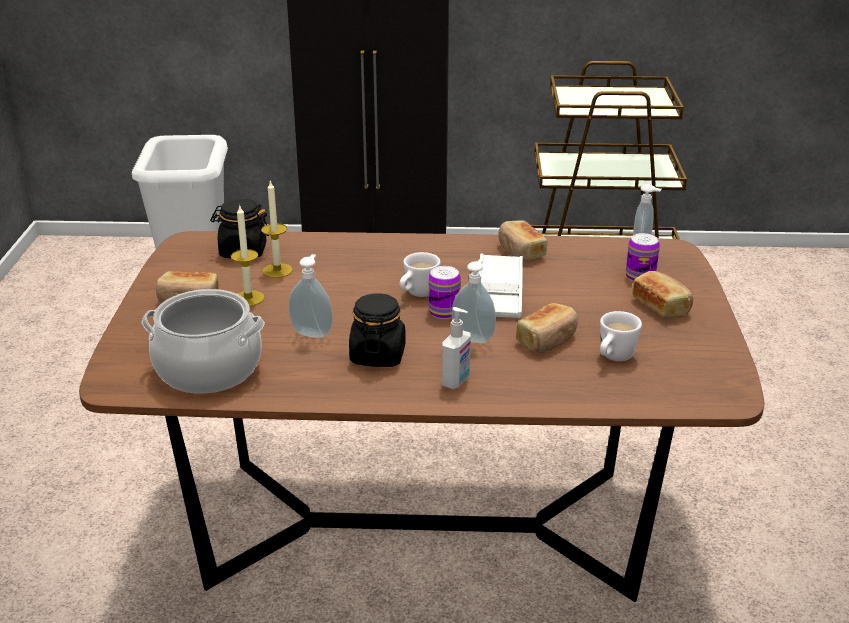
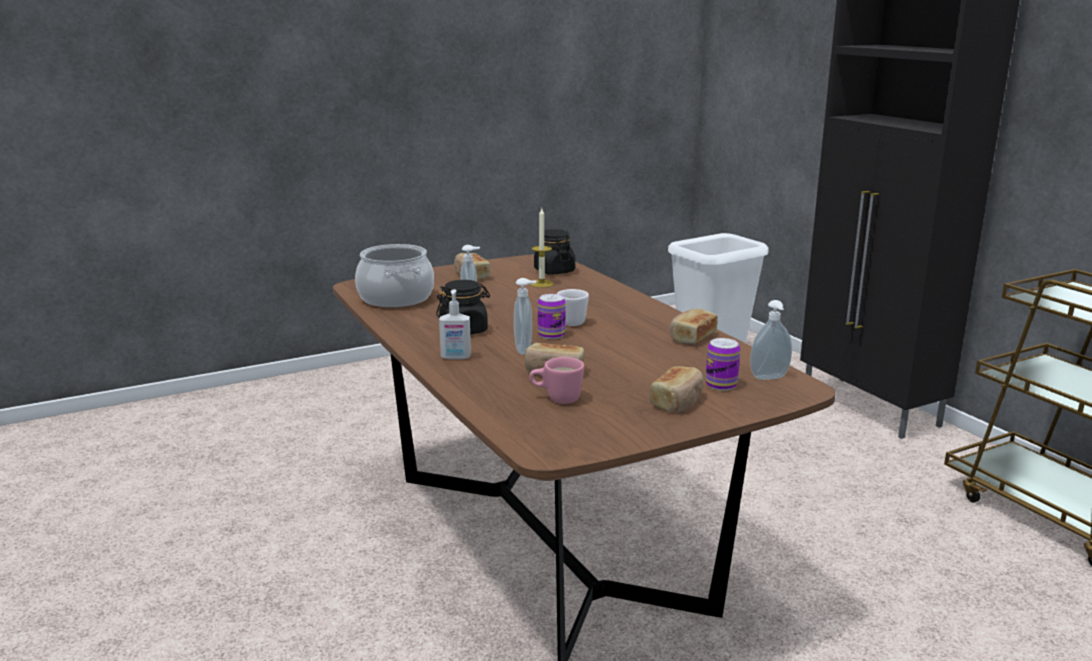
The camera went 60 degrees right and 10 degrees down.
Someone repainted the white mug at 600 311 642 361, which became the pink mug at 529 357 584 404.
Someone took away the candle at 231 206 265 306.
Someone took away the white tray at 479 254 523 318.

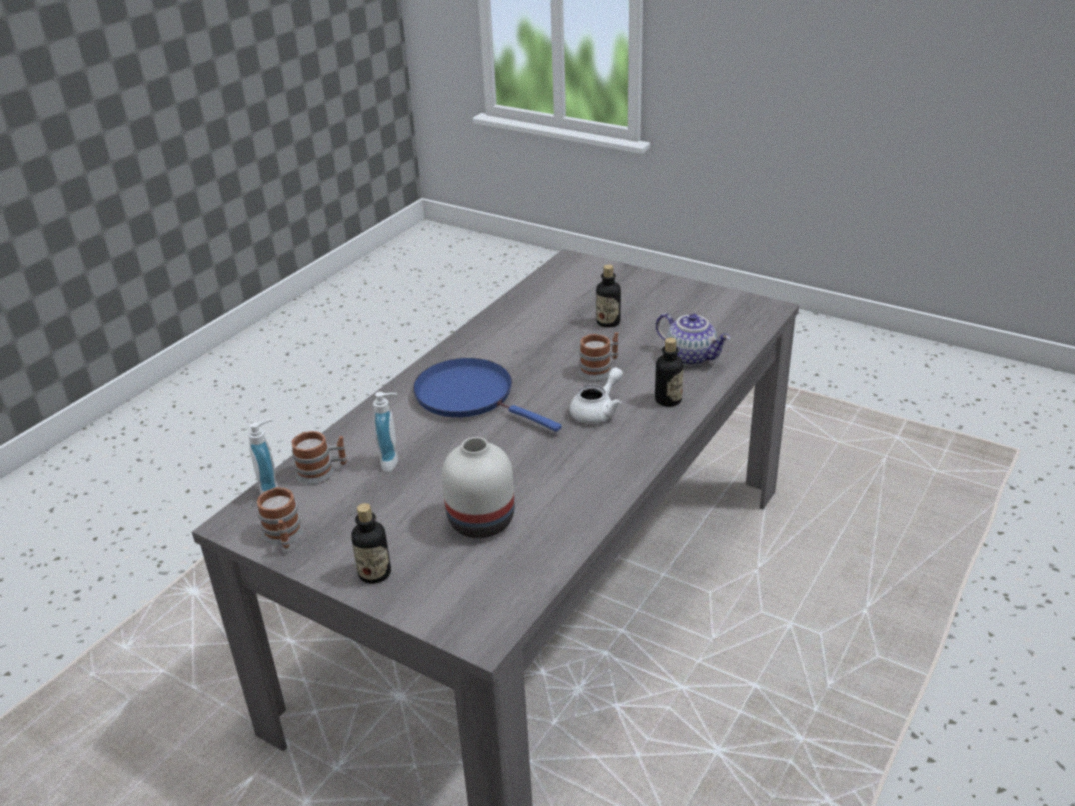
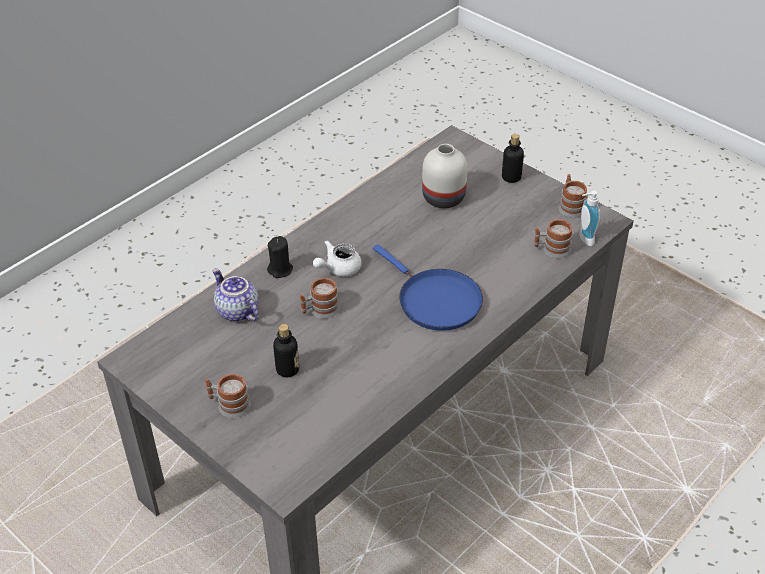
The camera went 170 degrees left and 10 degrees up.
Someone put down the mug at 205 374 251 418.
Someone swapped the bottle at 655 337 684 407 for the black candle at 267 236 293 278.
Someone took away the soap dispenser at 373 392 398 472.

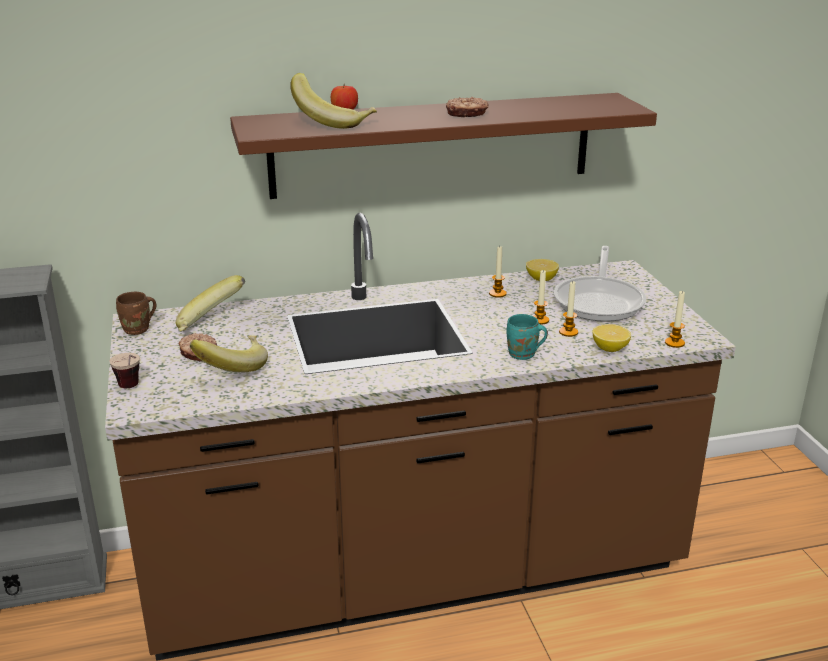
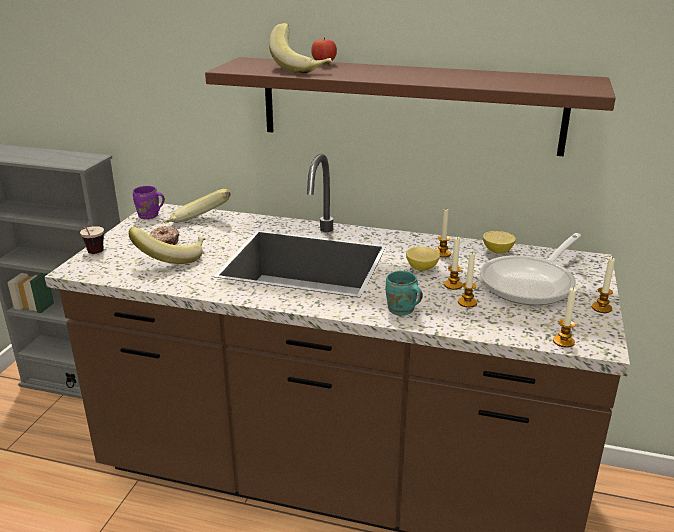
The camera went 30 degrees right and 0 degrees up.
Someone repainted the brown mug at 116 292 156 335, which became the purple mug at 133 186 165 219.
Someone carried the lemon from 593 324 631 352 to 406 247 440 271.
Someone put down the candle at 592 257 615 313.
Someone took away the donut at 446 97 489 117.

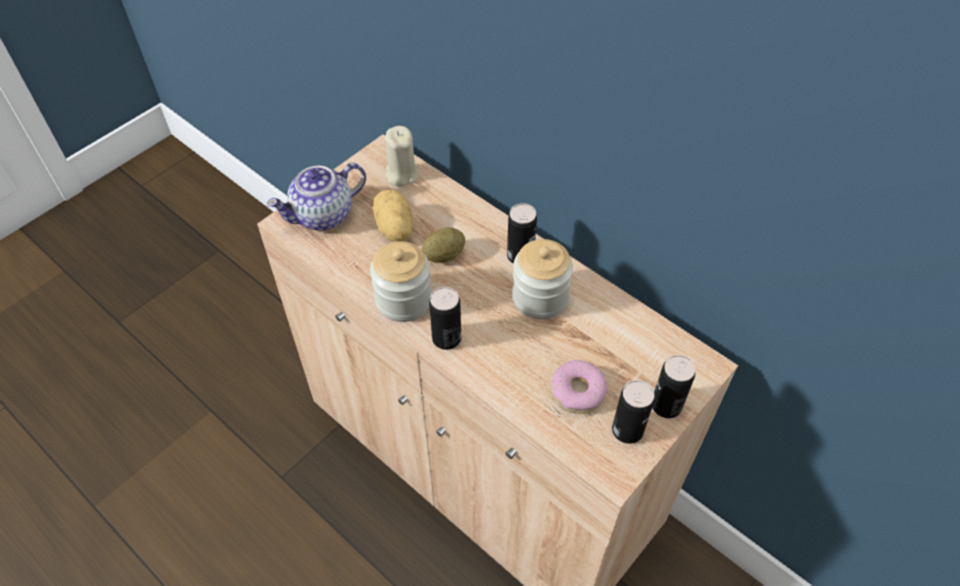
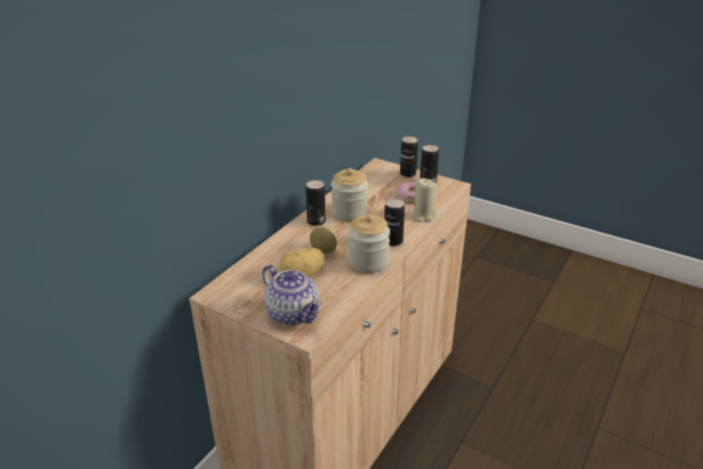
The camera went 100 degrees left and 20 degrees down.
Someone carried the beige candle from 385 126 418 187 to 411 178 437 222.

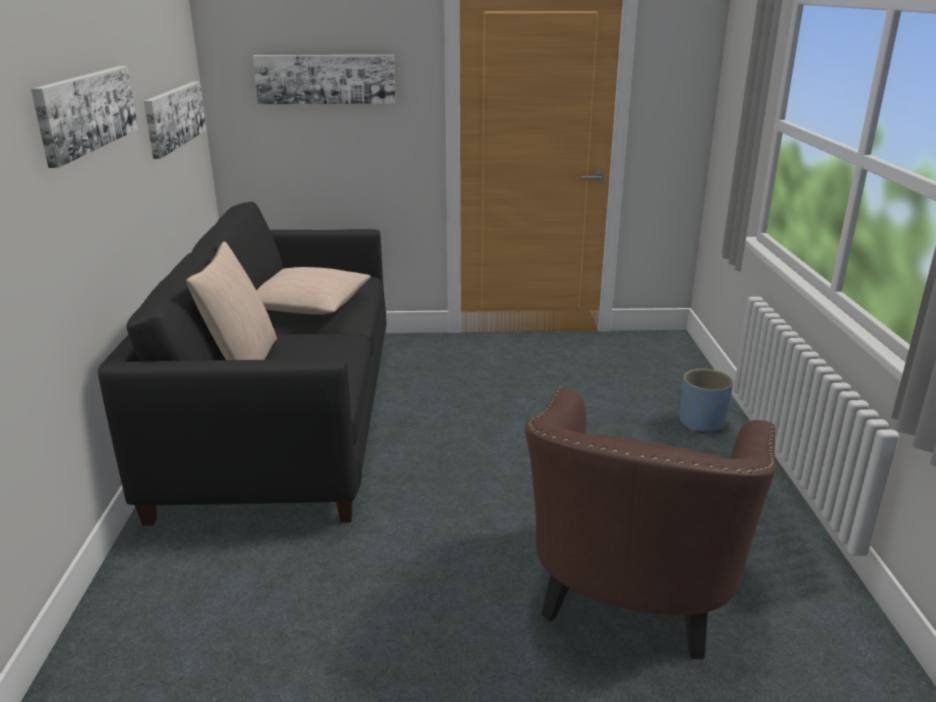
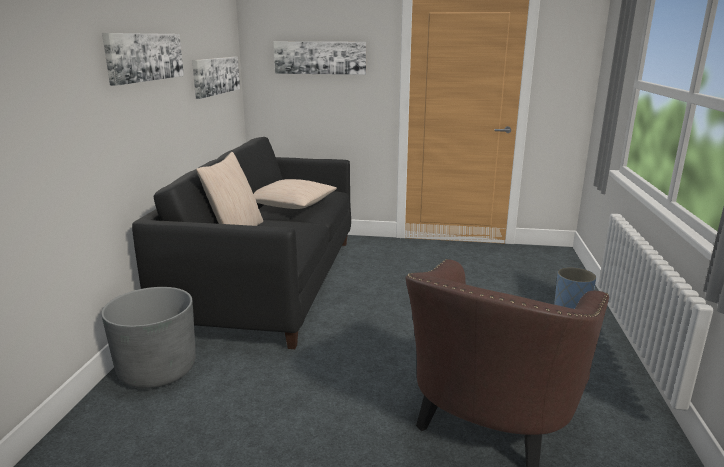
The camera went 10 degrees right and 5 degrees down.
Someone put down the grey planter at 101 287 196 389.

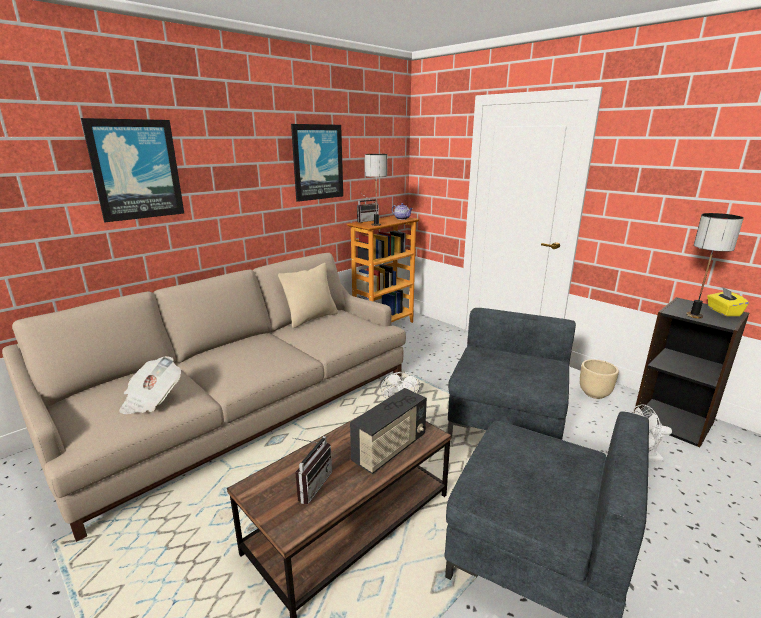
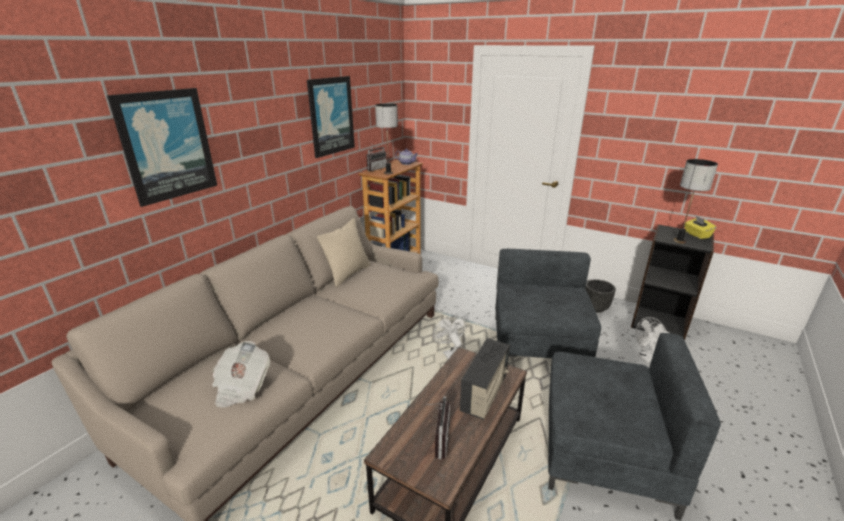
The camera went 15 degrees left and 5 degrees up.
Someone repainted the beige planter at 580 359 619 399, which became the black planter at 585 279 616 312.

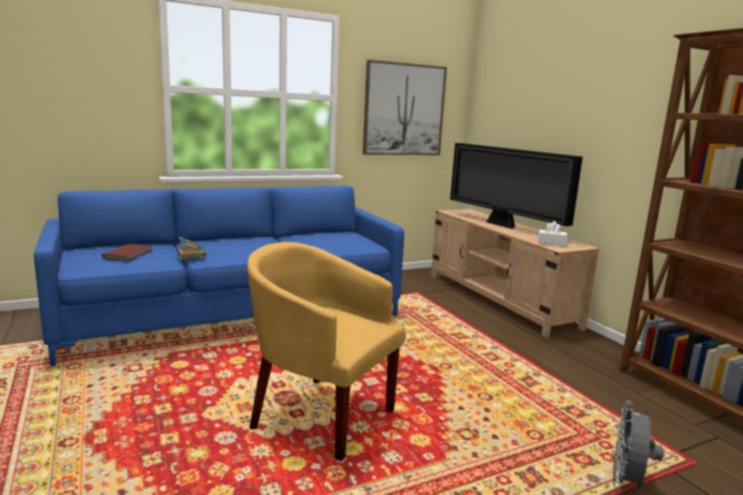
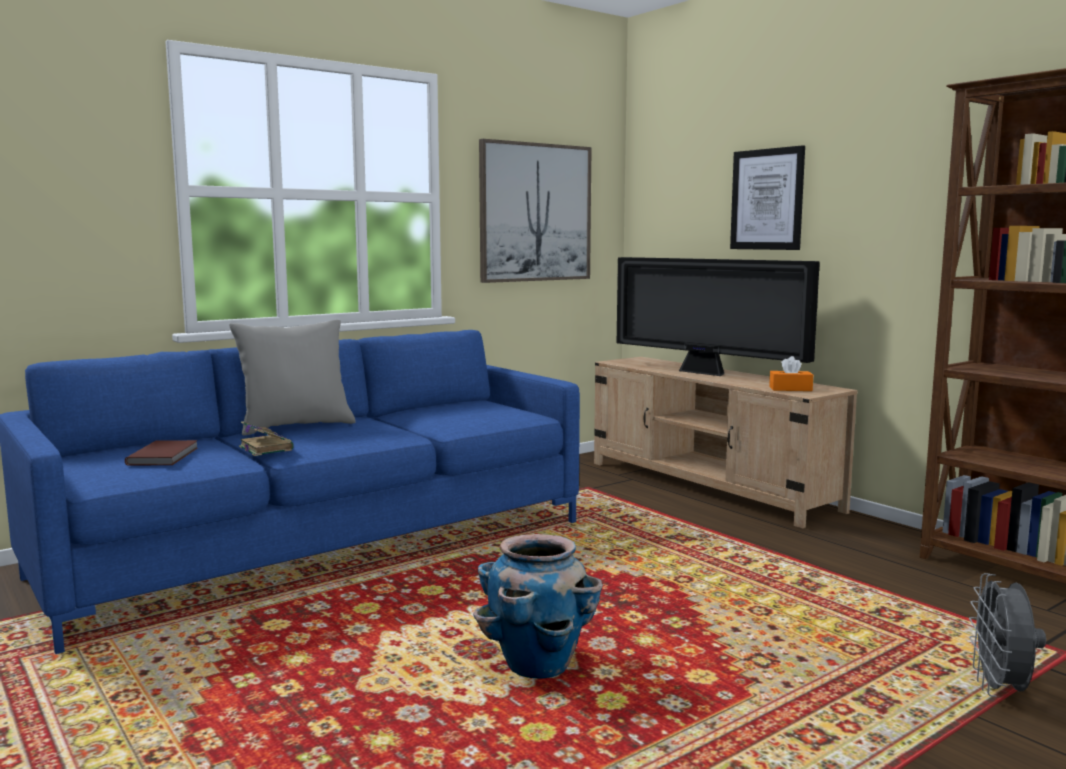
The camera went 10 degrees left and 5 degrees down.
Someone put down the grey pillow at 229 319 356 436.
Someone swapped the yellow armchair at 247 242 406 461 for the planter at 473 534 603 678.
Someone put up the picture at 730 145 805 250.
Someone repainted the white tissue box at 538 221 567 246, which became the orange tissue box at 769 356 813 391.

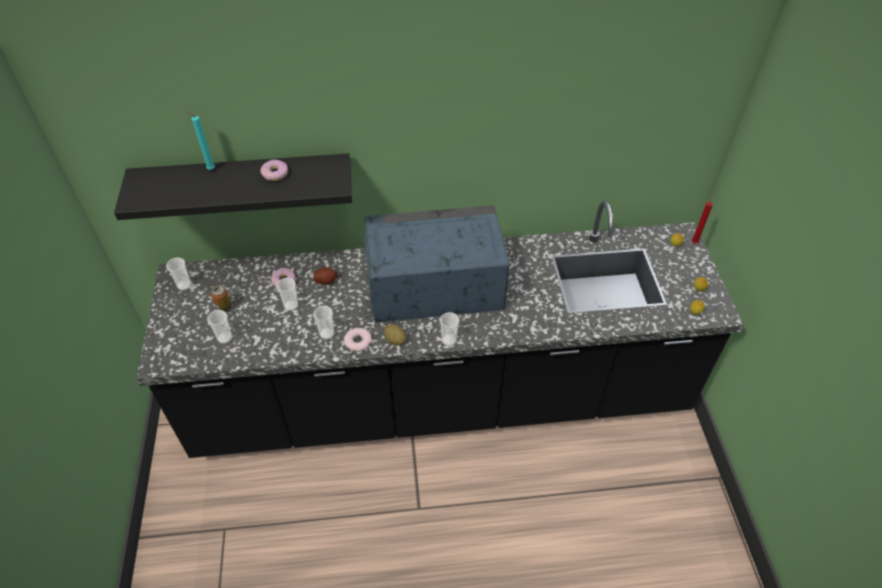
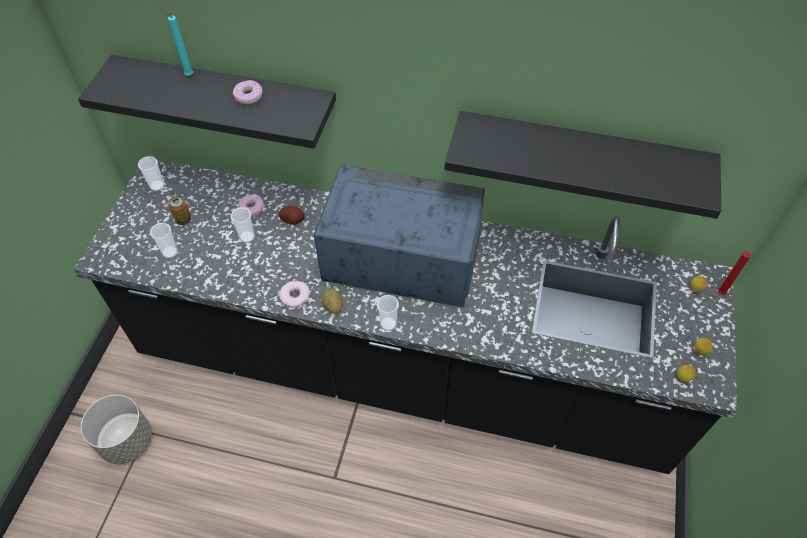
The camera went 20 degrees right and 5 degrees up.
Someone put down the grey planter at 81 395 152 464.
Someone put up the black shelf at 445 111 721 219.
Someone took away the cup at 313 306 334 340.

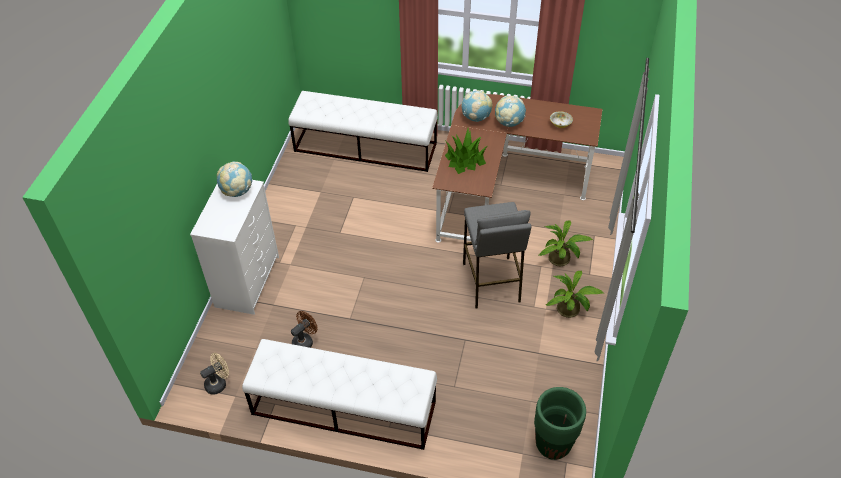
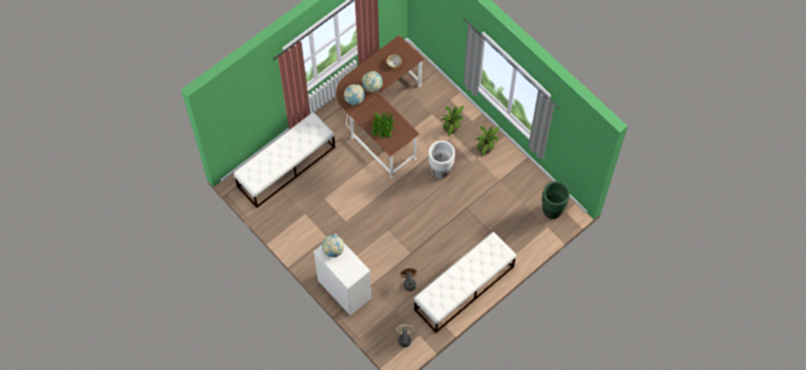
The camera went 55 degrees left and 15 degrees up.
Someone swapped the grey stool at 463 202 531 309 for the white planter at 428 140 455 179.

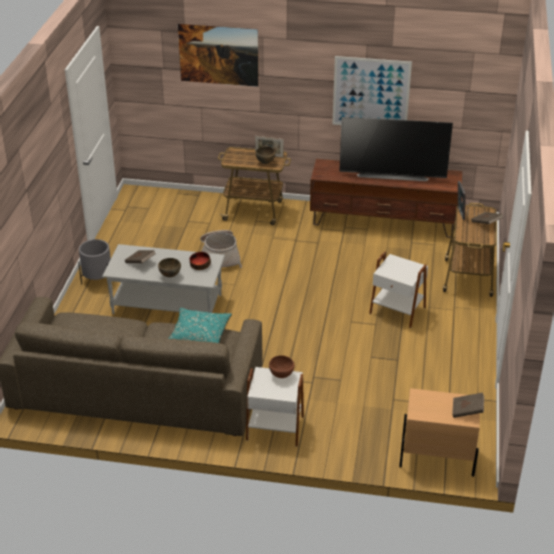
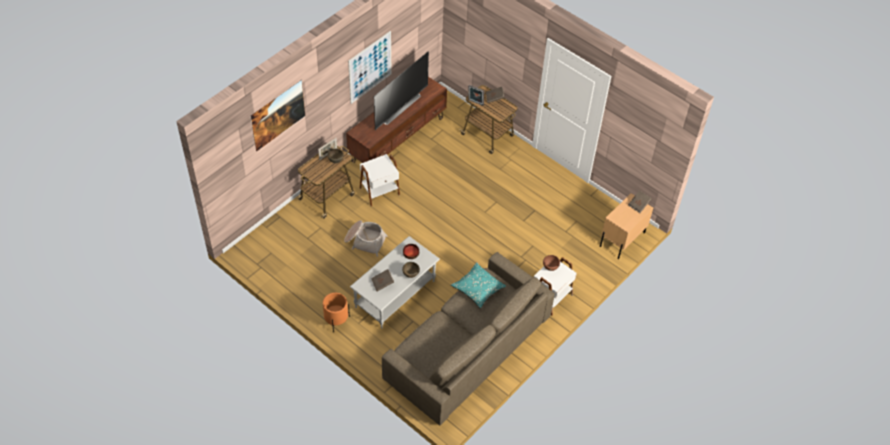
The camera went 60 degrees left and 15 degrees up.
Someone repainted the grey planter at 78 239 111 285, which became the orange planter at 323 293 350 332.
Someone carried the white side table from 369 252 428 328 to 360 154 400 206.

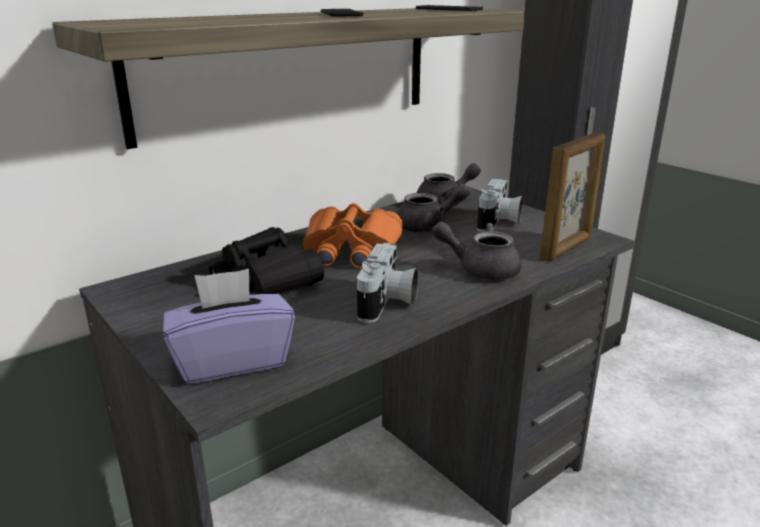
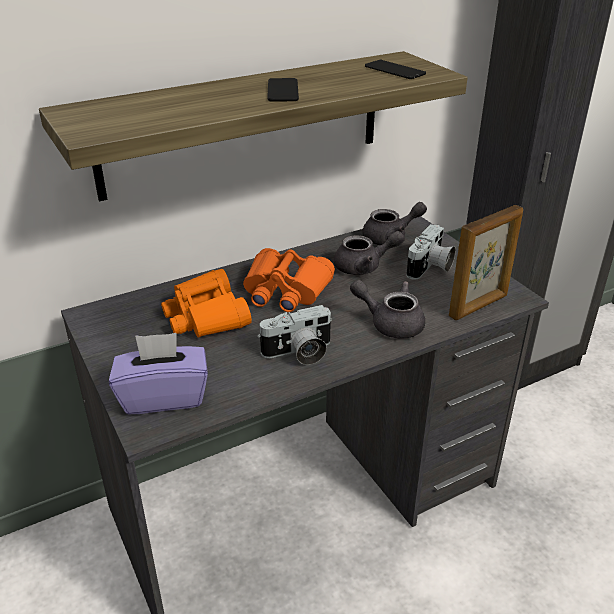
The camera went 10 degrees right and 10 degrees up.
Someone repainted the black binoculars at 209 227 324 294, which became the orange binoculars at 161 269 252 338.
Someone rotated the photo camera at 357 243 418 323 by 45 degrees clockwise.

